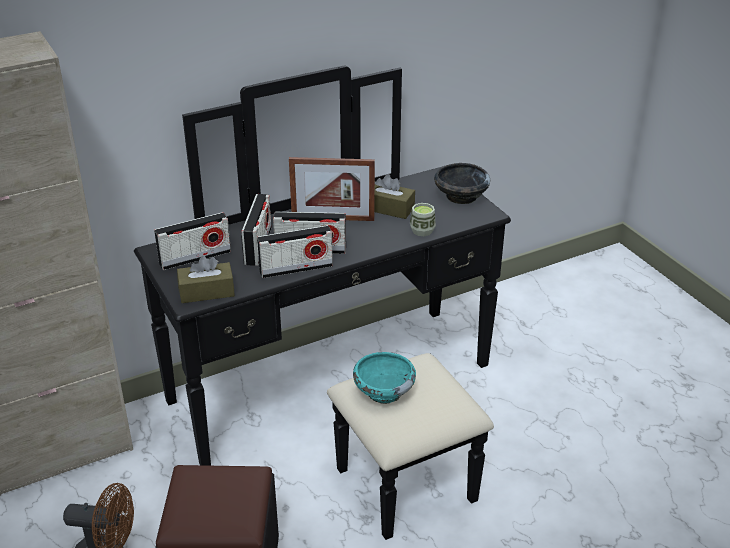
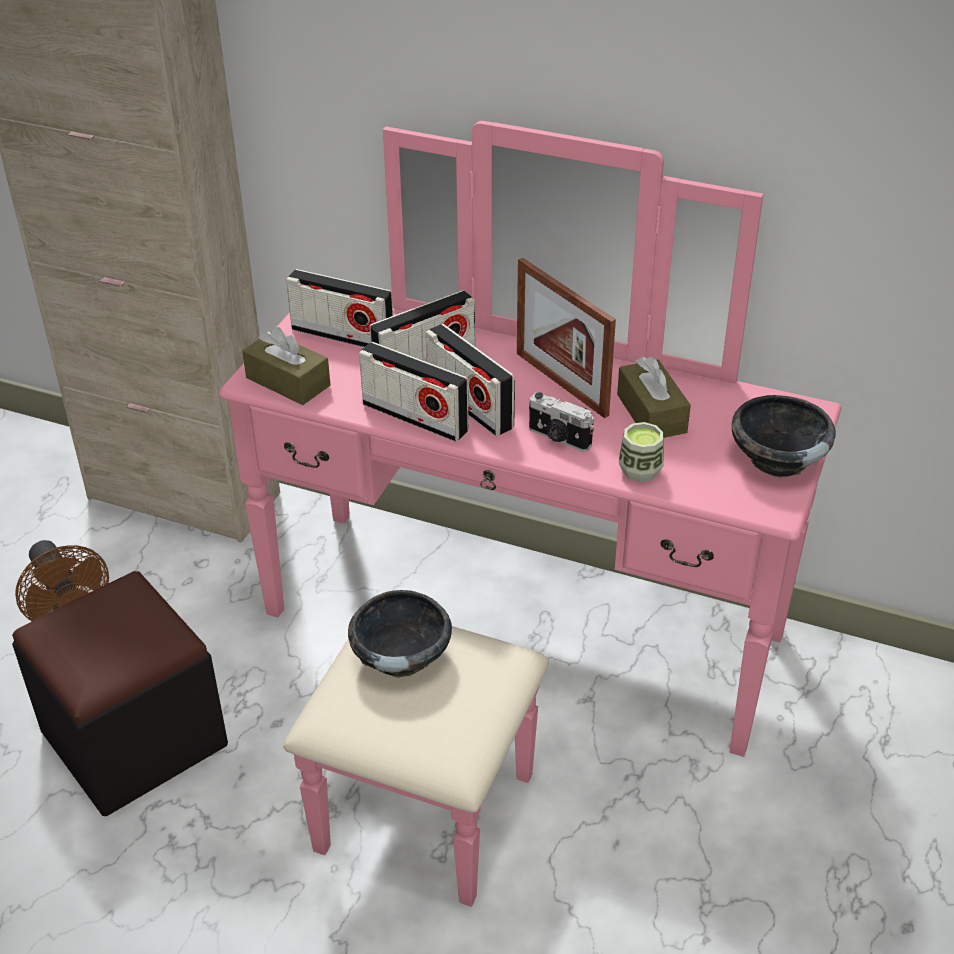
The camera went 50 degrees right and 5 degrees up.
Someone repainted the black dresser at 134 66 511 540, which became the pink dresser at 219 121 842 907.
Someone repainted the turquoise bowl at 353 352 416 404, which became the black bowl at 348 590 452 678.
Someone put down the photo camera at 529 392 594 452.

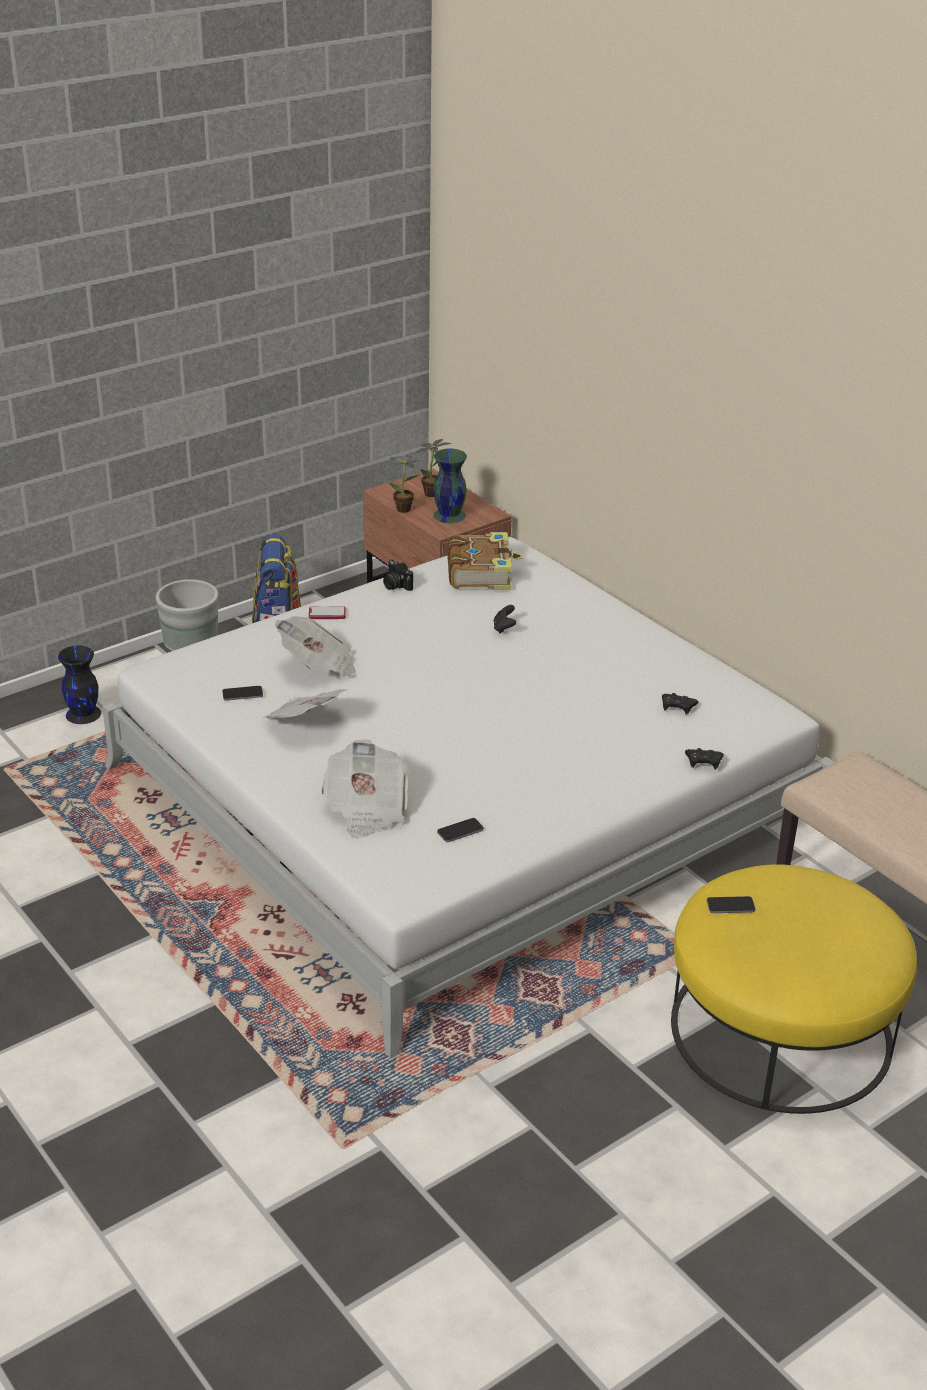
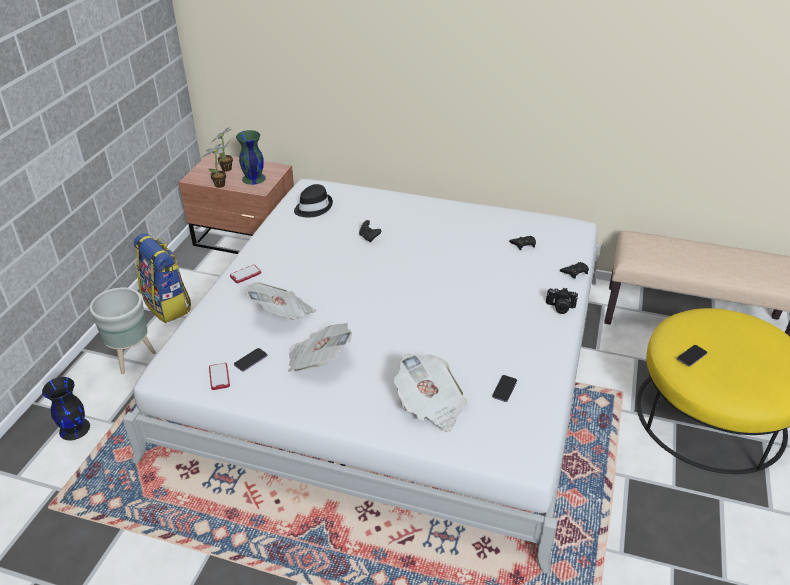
The camera went 35 degrees left and 5 degrees up.
Someone put down the phone at 209 363 230 390.
Someone swapped the book at 447 532 523 590 for the black hat at 294 184 333 217.
Someone carried the photo camera from 383 559 413 591 to 546 288 578 314.

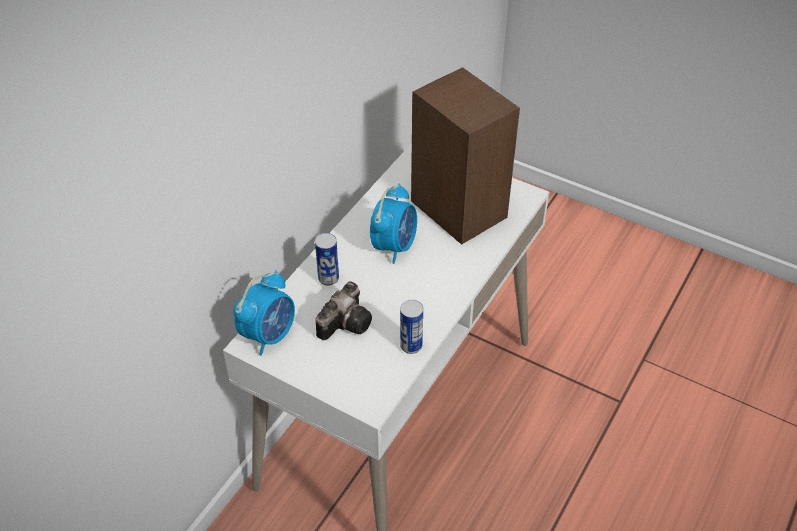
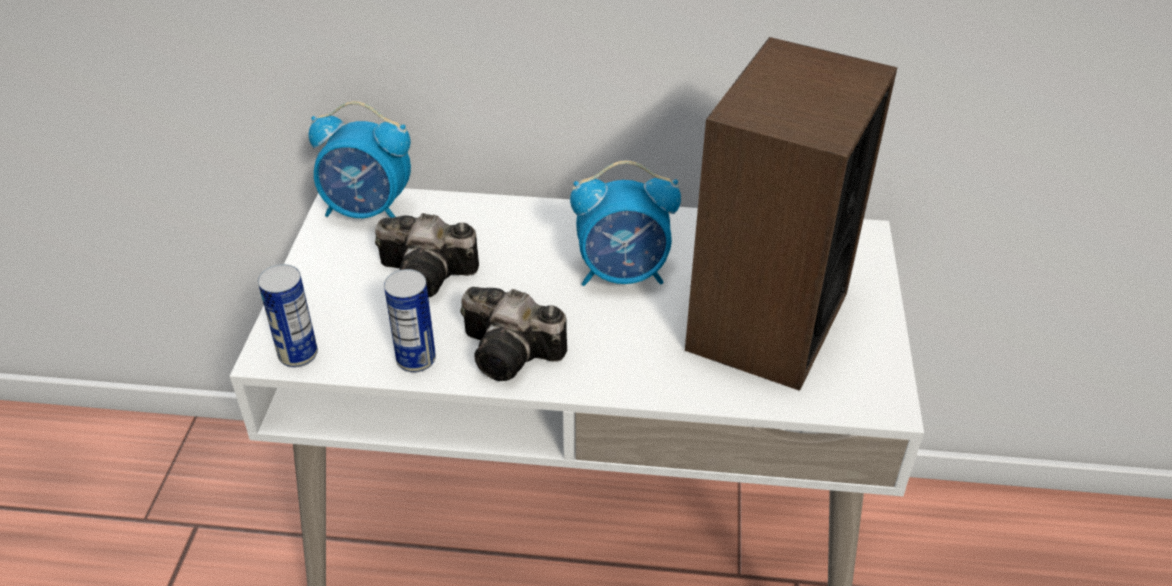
The camera went 65 degrees right and 5 degrees down.
Someone carried the can from 315 233 339 286 to 258 264 318 367.
Someone put down the photo camera at 460 287 567 381.

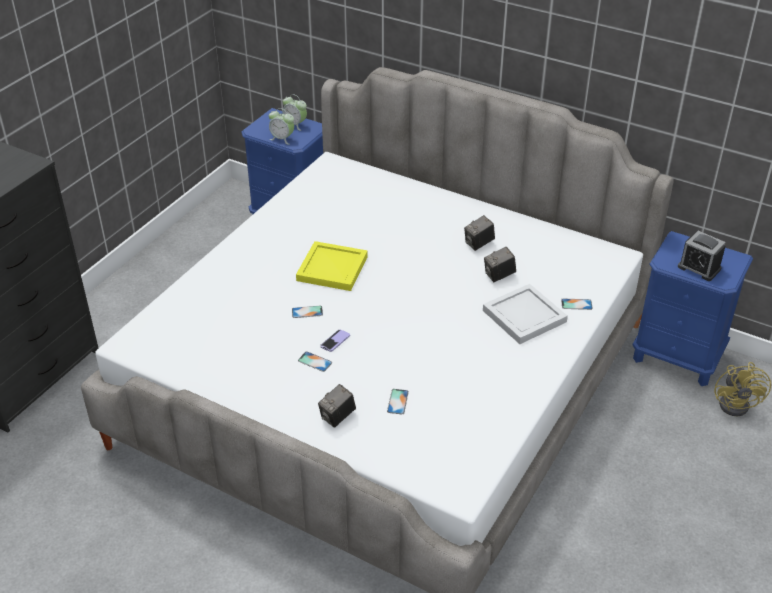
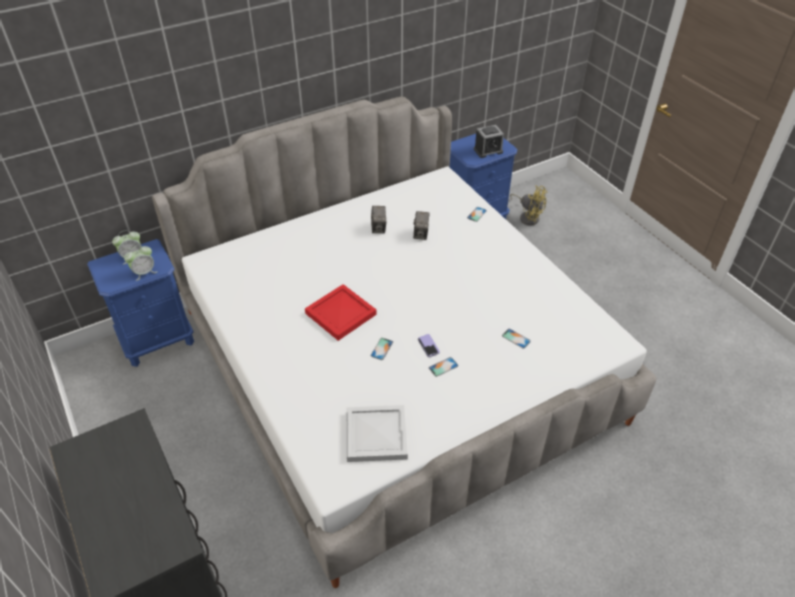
The camera went 60 degrees left and 5 degrees up.
Someone repainted the yellow tray at 296 241 368 291, which became the red tray at 305 284 377 341.
Someone carried the white tray from 483 284 568 344 to 347 405 408 462.
Someone took away the photo camera at 318 384 356 428.

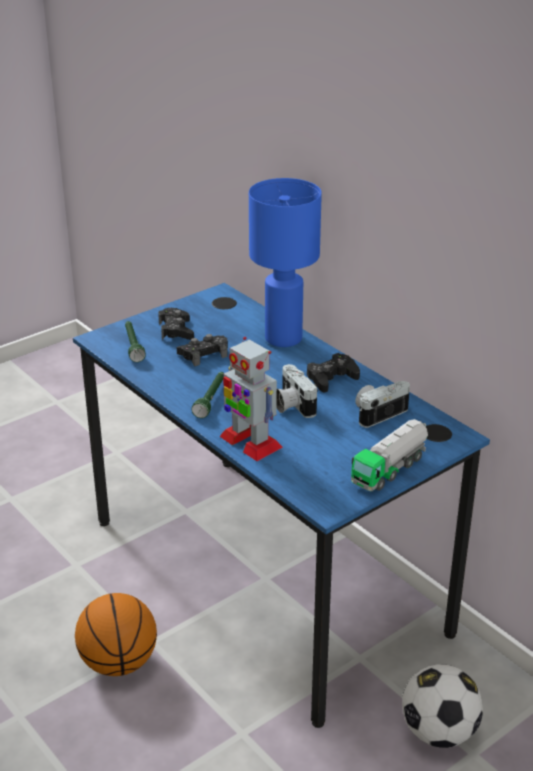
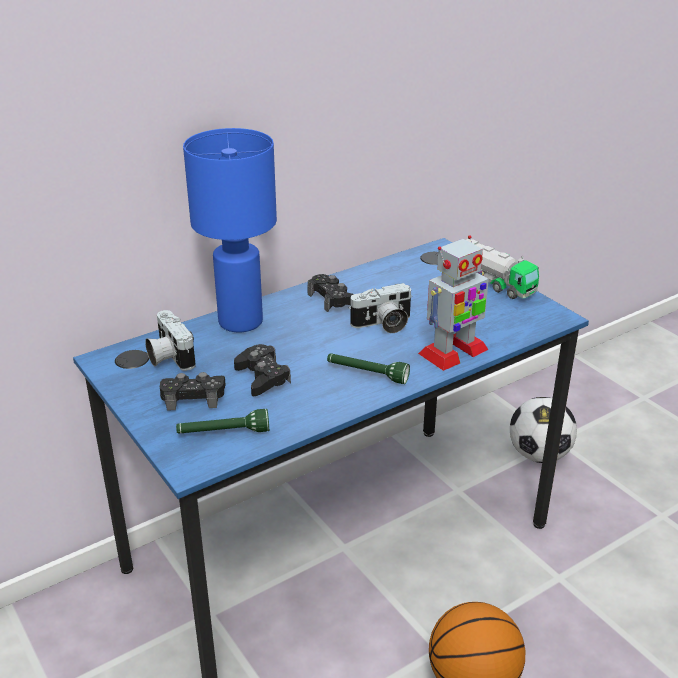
The camera went 85 degrees left and 0 degrees up.
Someone carried the photo camera from 355 381 410 428 to 145 310 196 371.

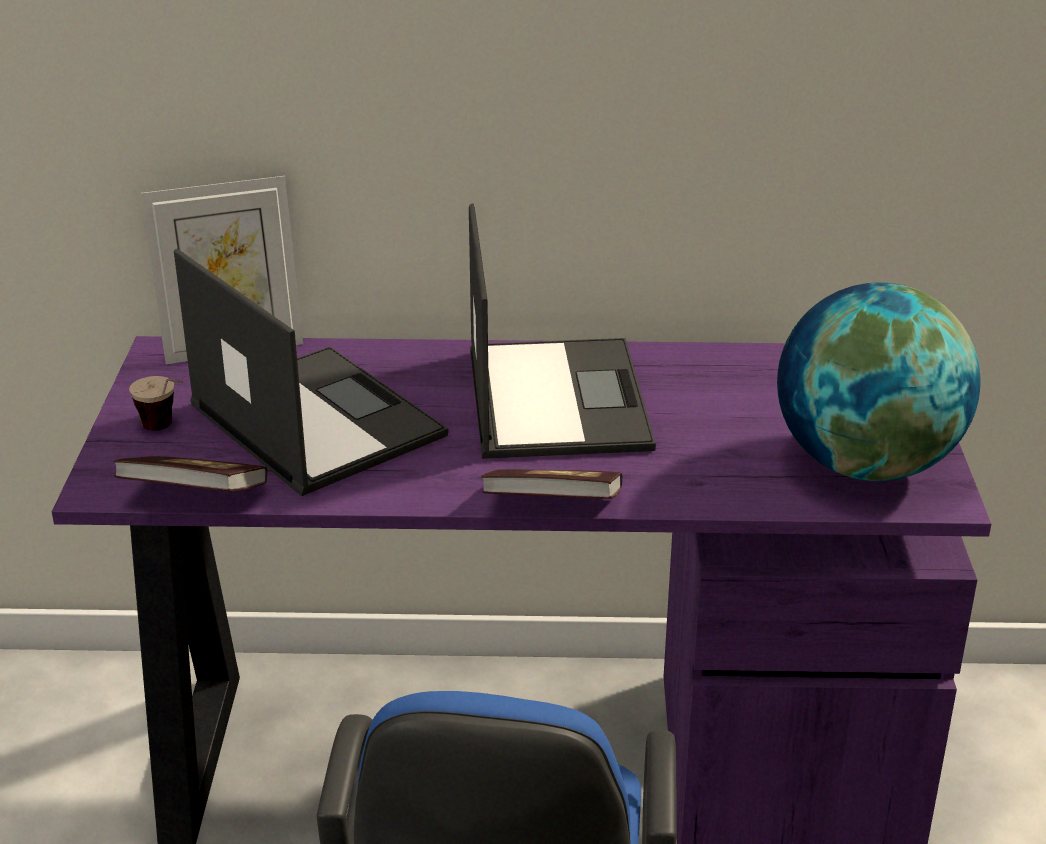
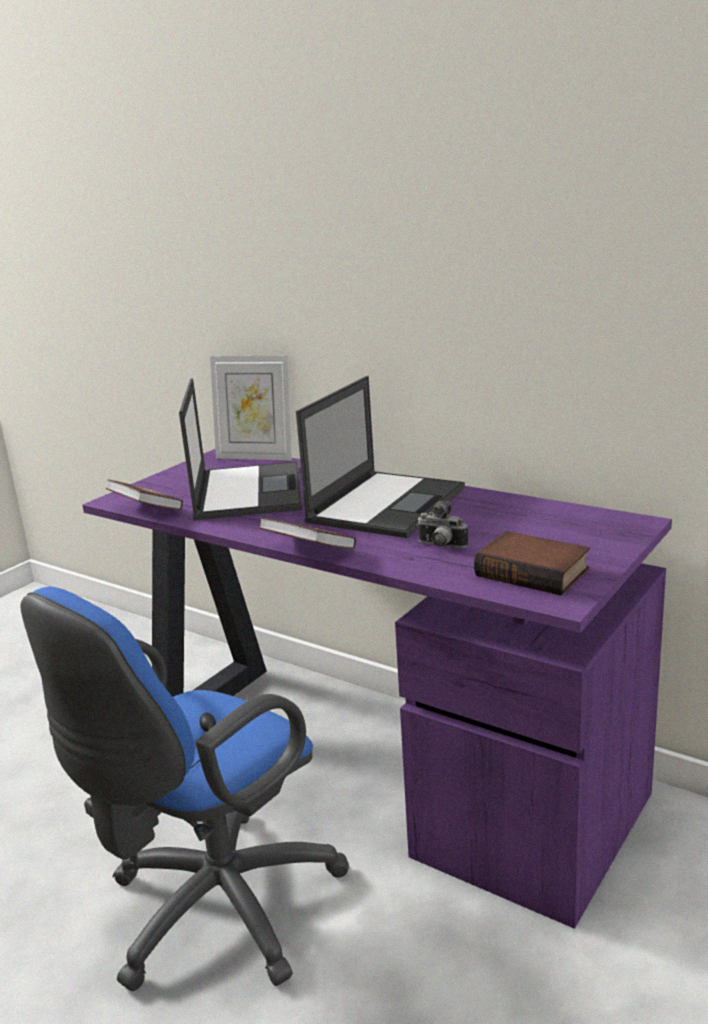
The camera went 35 degrees right and 10 degrees down.
Someone put down the photo camera at 416 501 468 548.
Someone swapped the globe at 777 283 981 481 for the book at 474 531 590 596.
Someone took away the cup at 129 376 183 431.

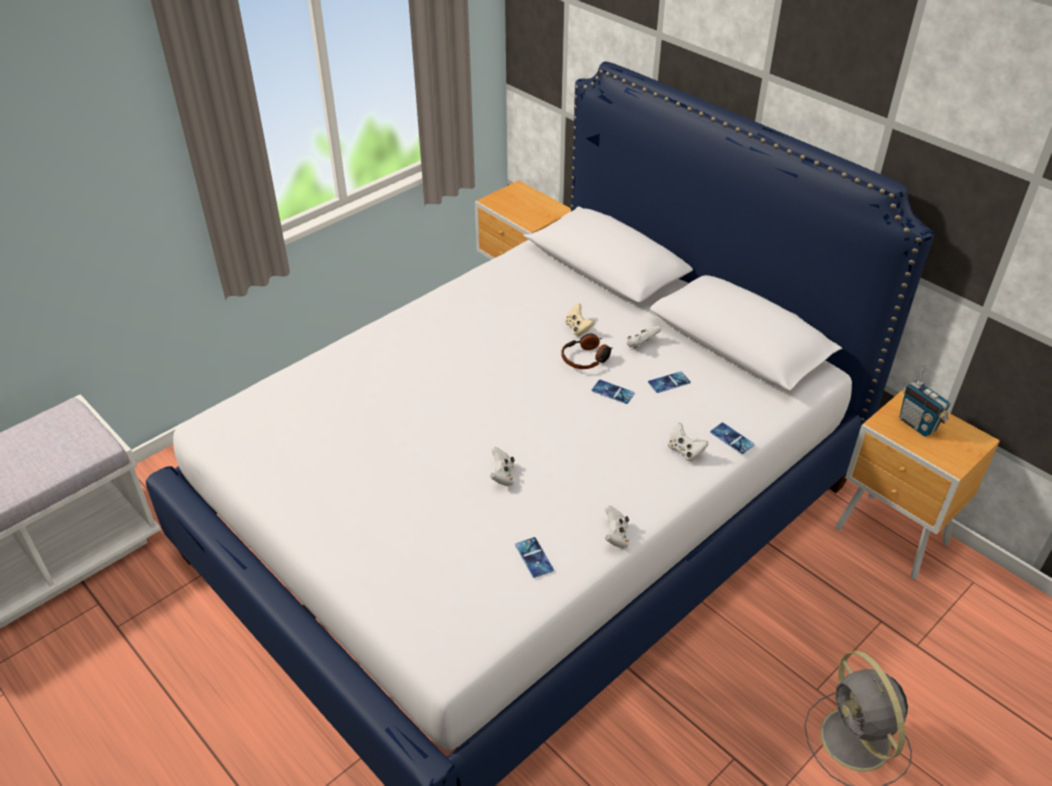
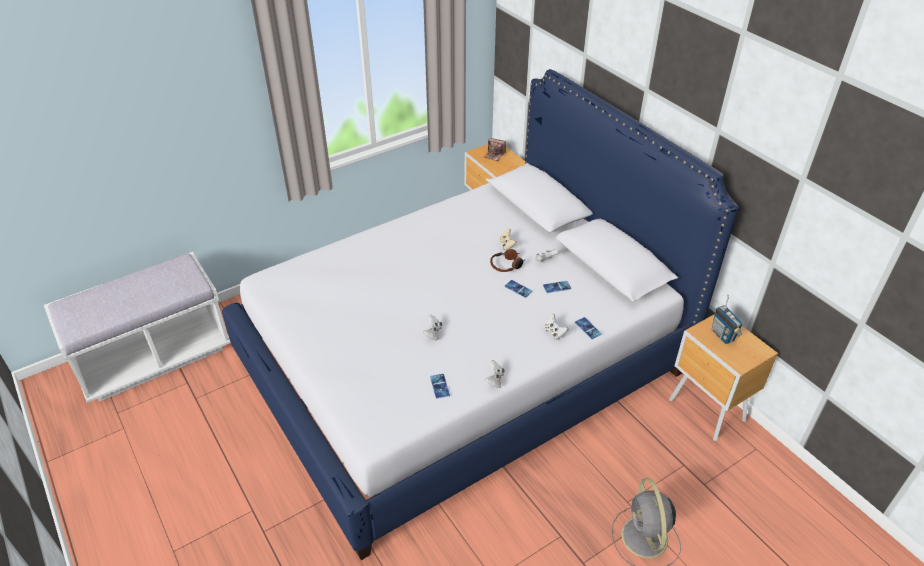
The camera went 10 degrees right and 0 degrees up.
Someone put down the photo camera at 483 138 506 161.

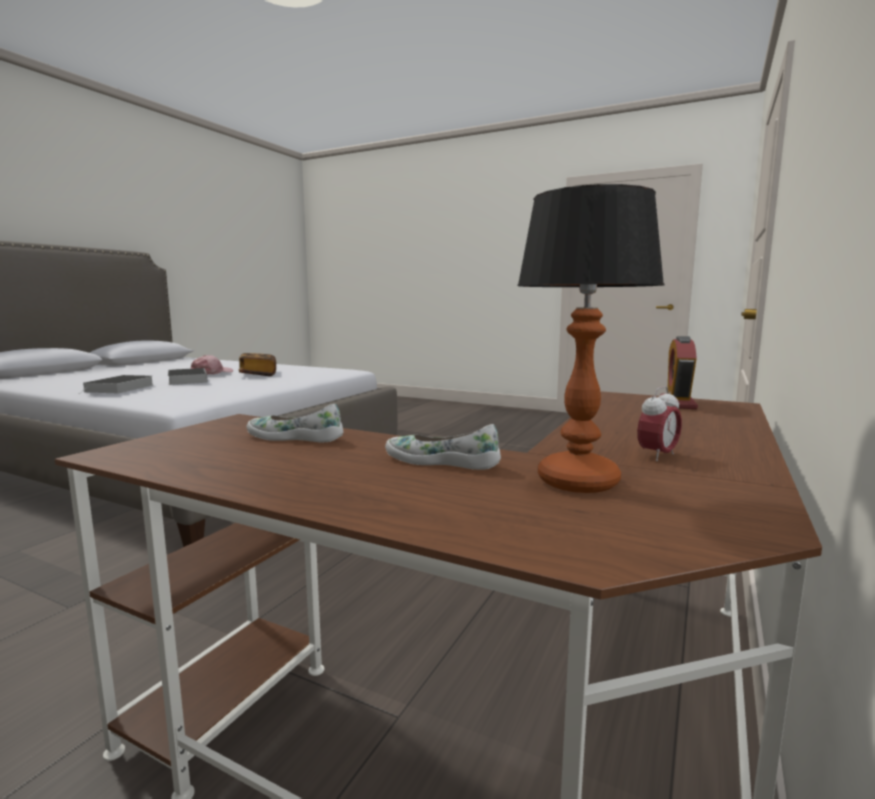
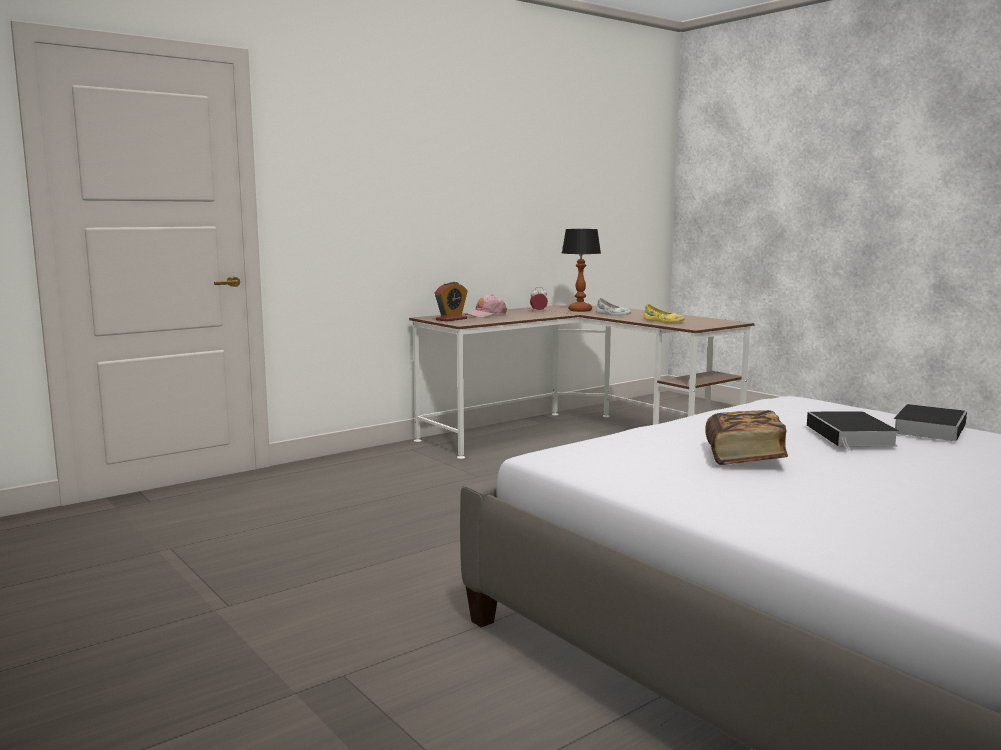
The camera went 155 degrees left and 0 degrees up.
Someone carried the pink cap from 190 355 233 374 to 464 295 507 318.
Someone repainted the white shoe at 247 404 343 442, which became the yellow shoe at 643 304 685 323.

